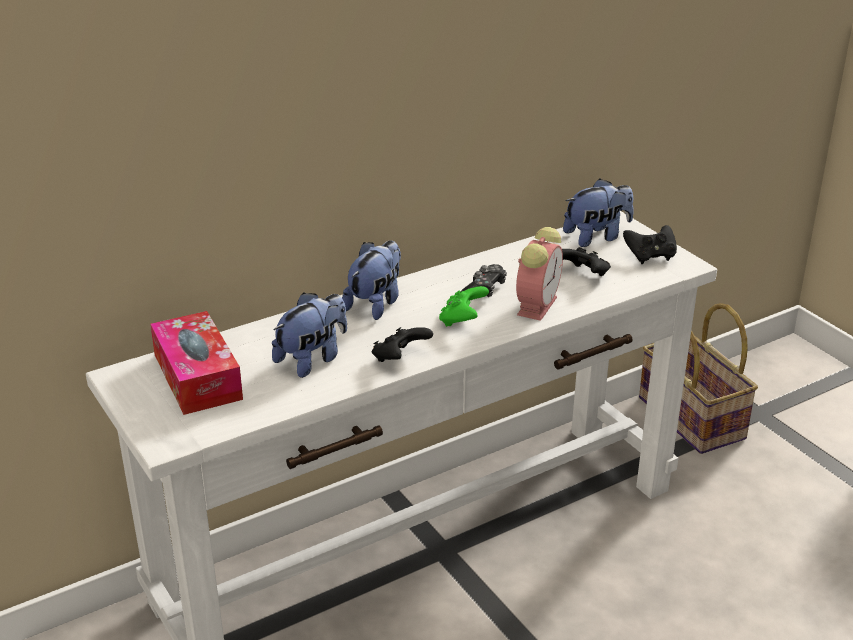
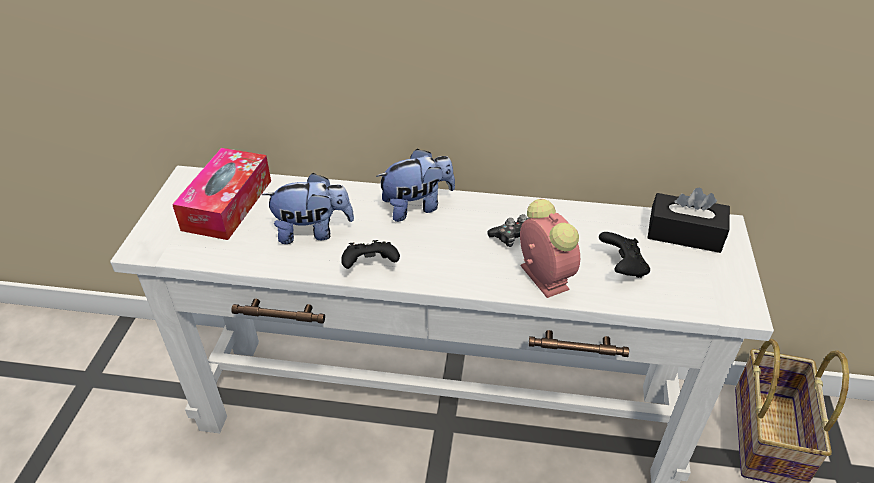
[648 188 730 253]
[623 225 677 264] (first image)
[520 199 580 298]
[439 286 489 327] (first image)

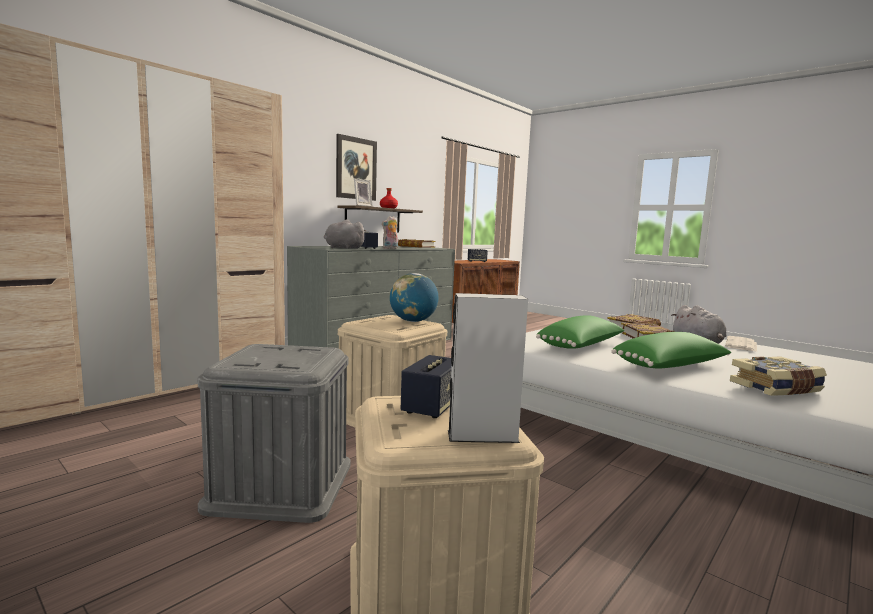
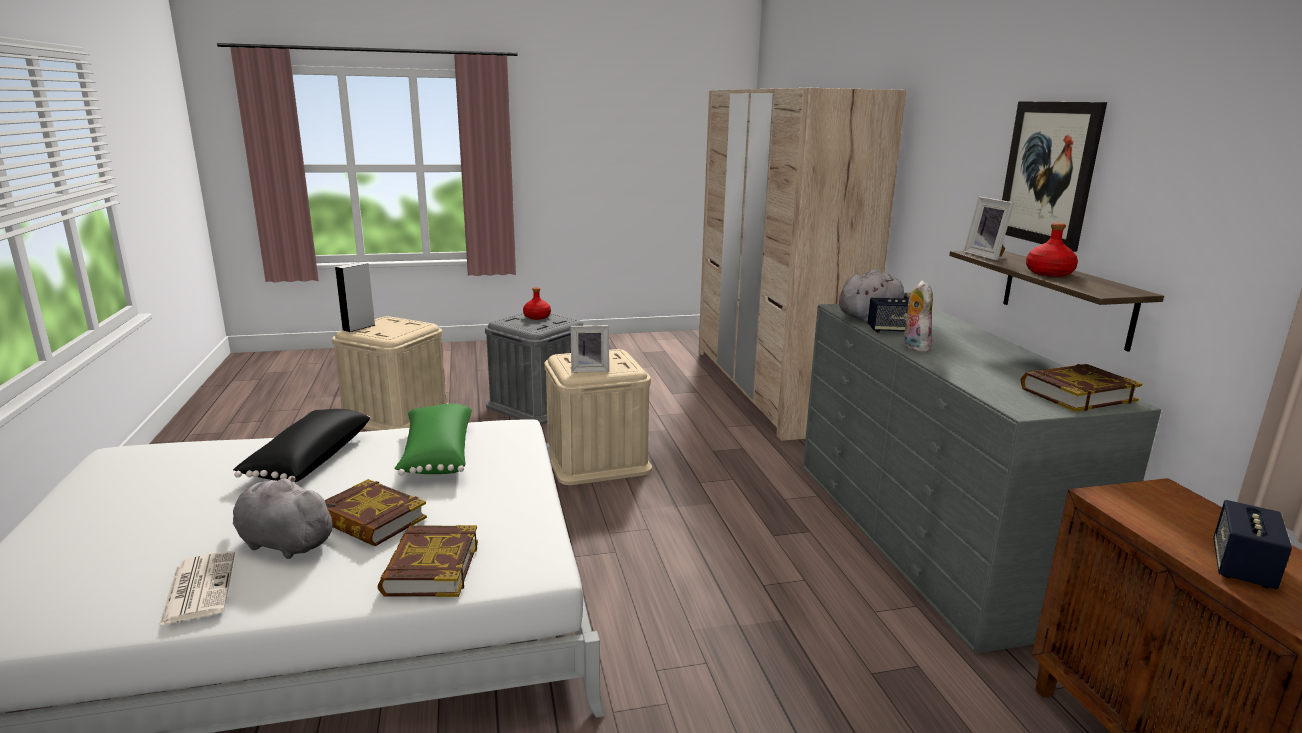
[570 325 609 372]
[233 409 371 482]
[401 355 452 418] (first image)
[730 356 827 396] (first image)
[523 287 551 320]

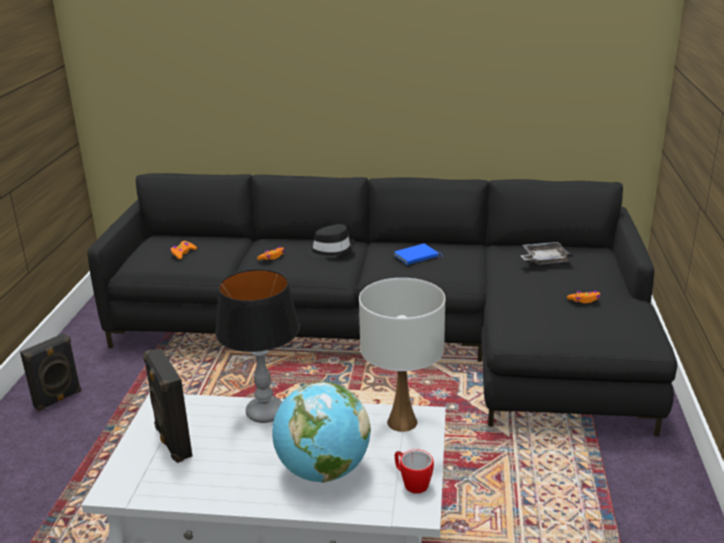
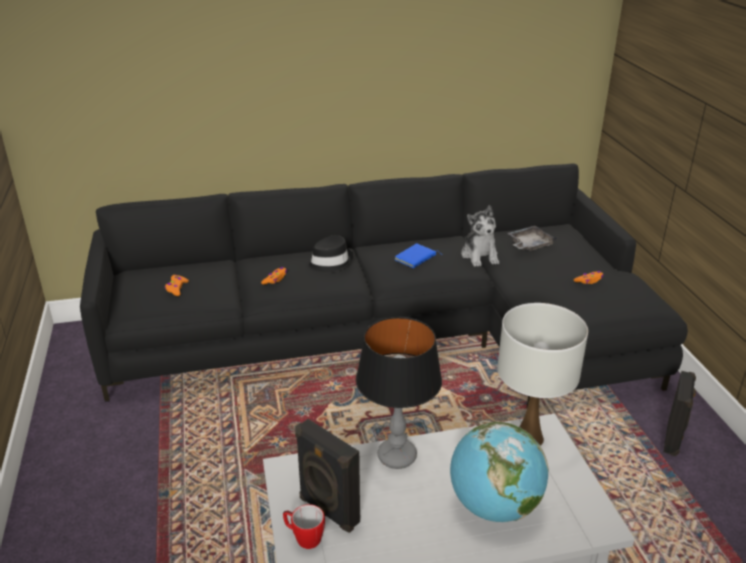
[663 371 696 456]
[283 504 325 549]
[461 205 499 267]

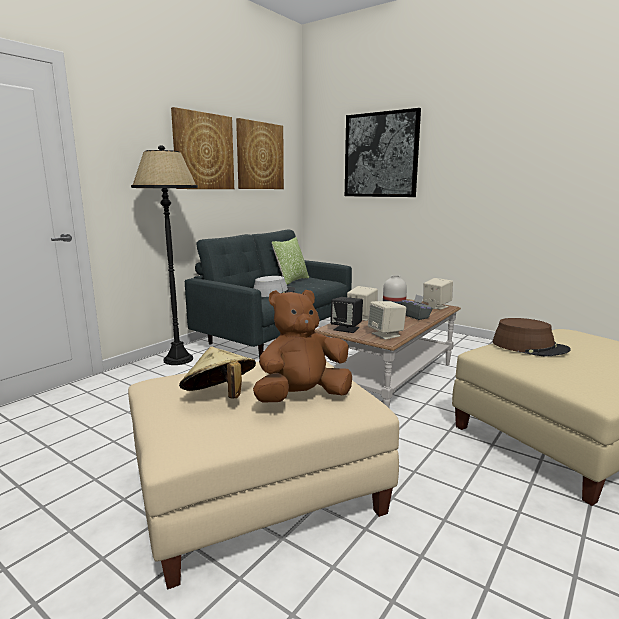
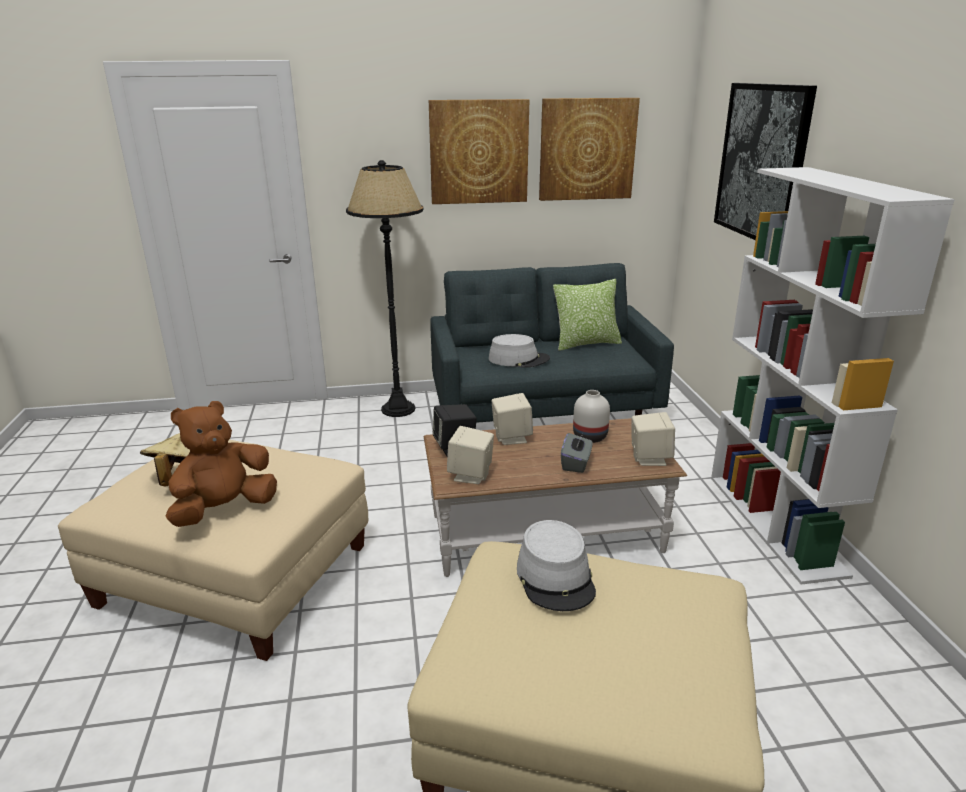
[166 401 277 527]
[517 520 596 611]
[711 167 955 585]

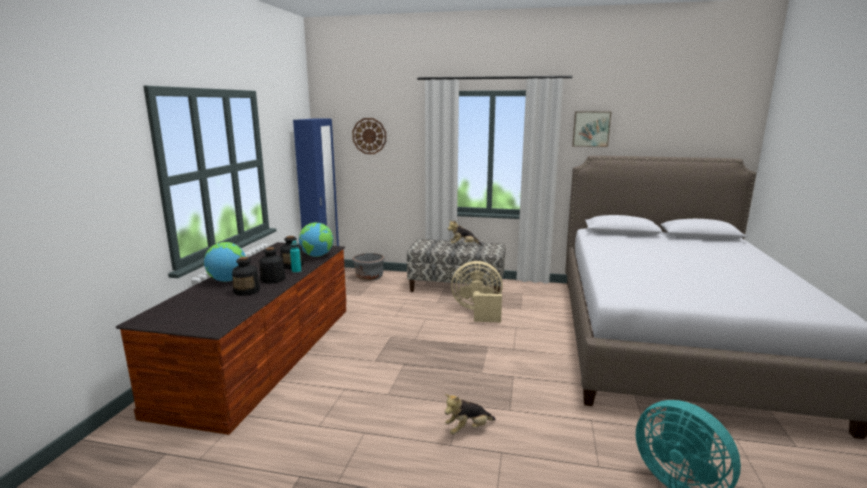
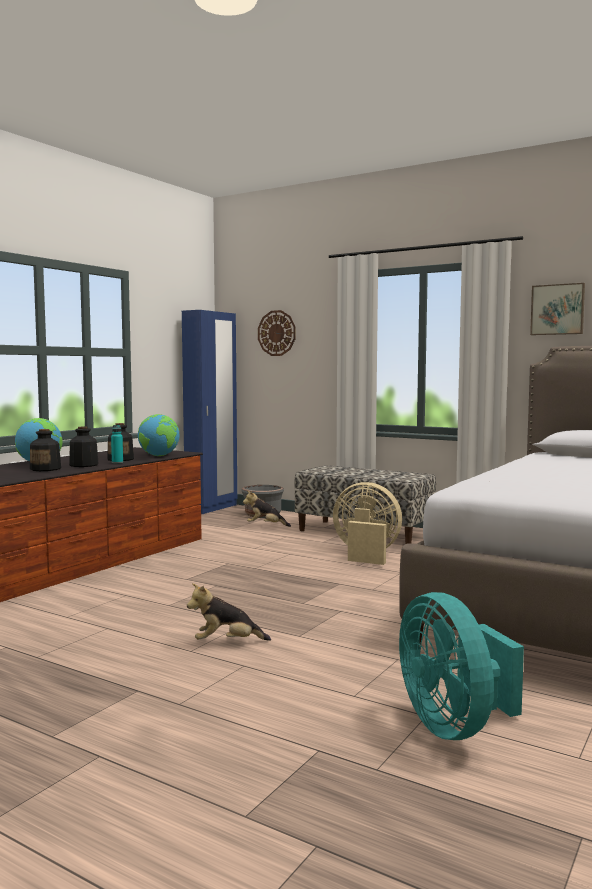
[243 490 291 527]

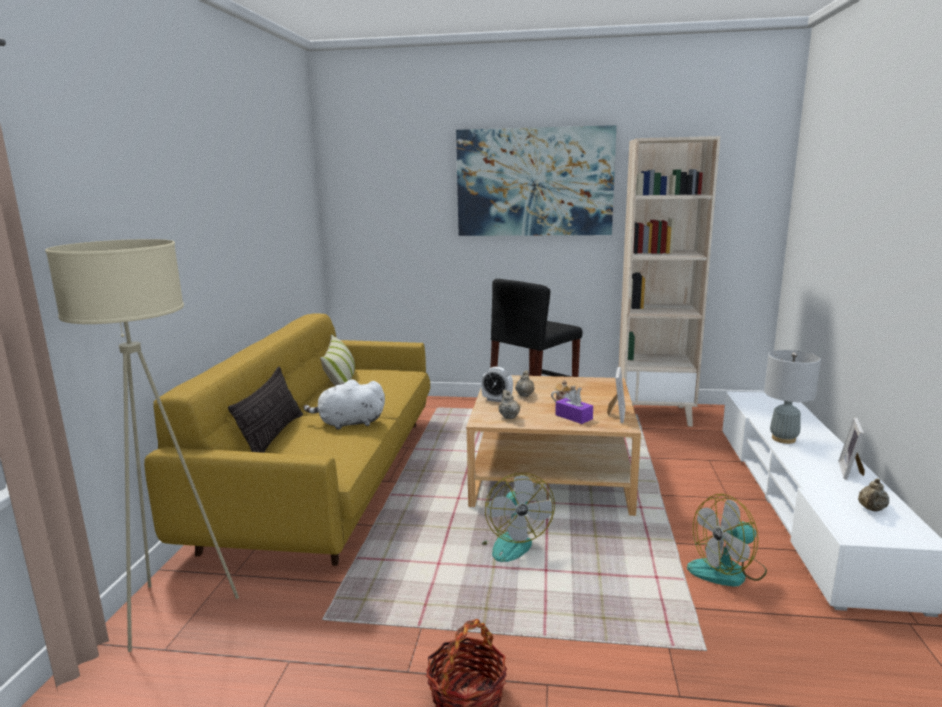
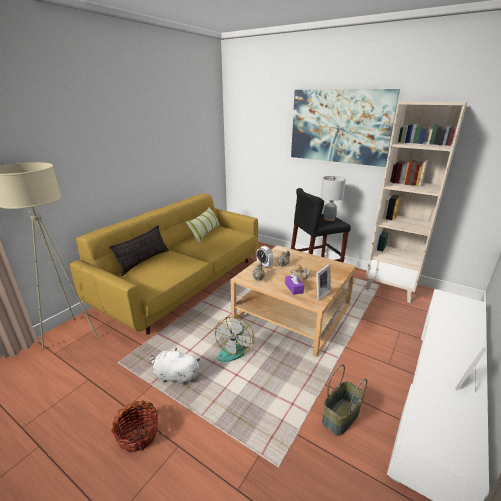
[321 176 346 221]
[150 347 200 386]
[858 478 889 512] (first image)
[322 364 367 436]

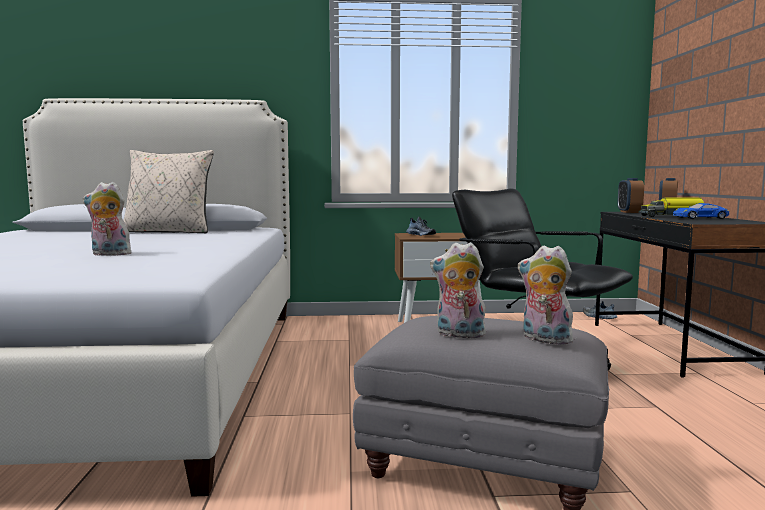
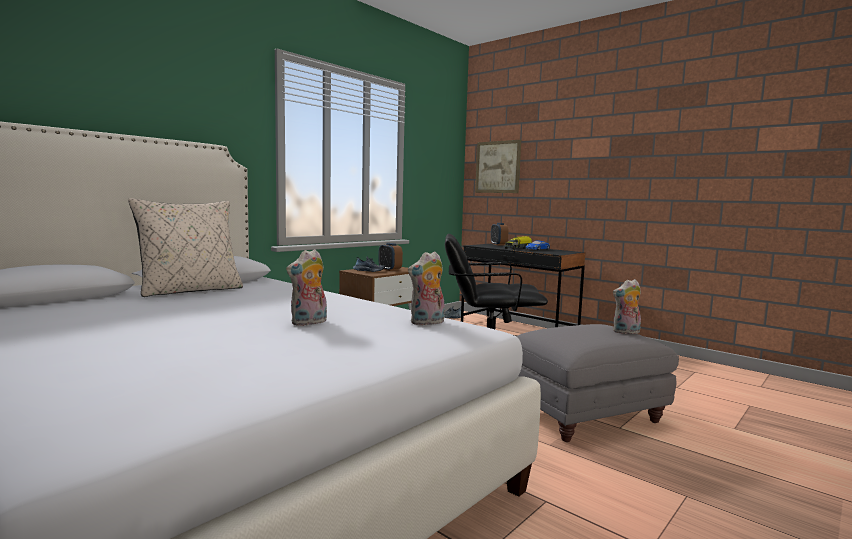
[378 243 403 271]
[408 251 445 325]
[475 140 521 193]

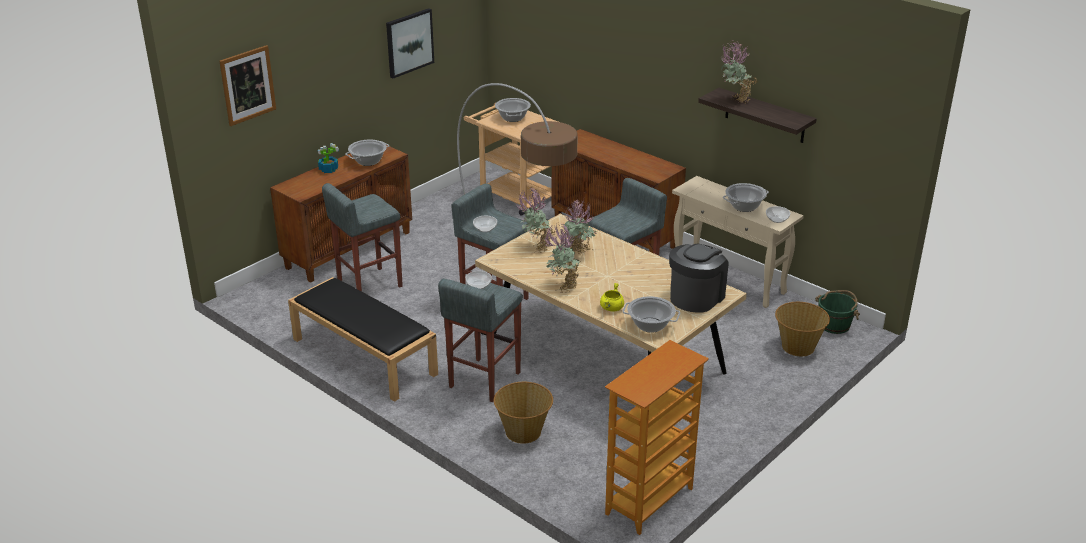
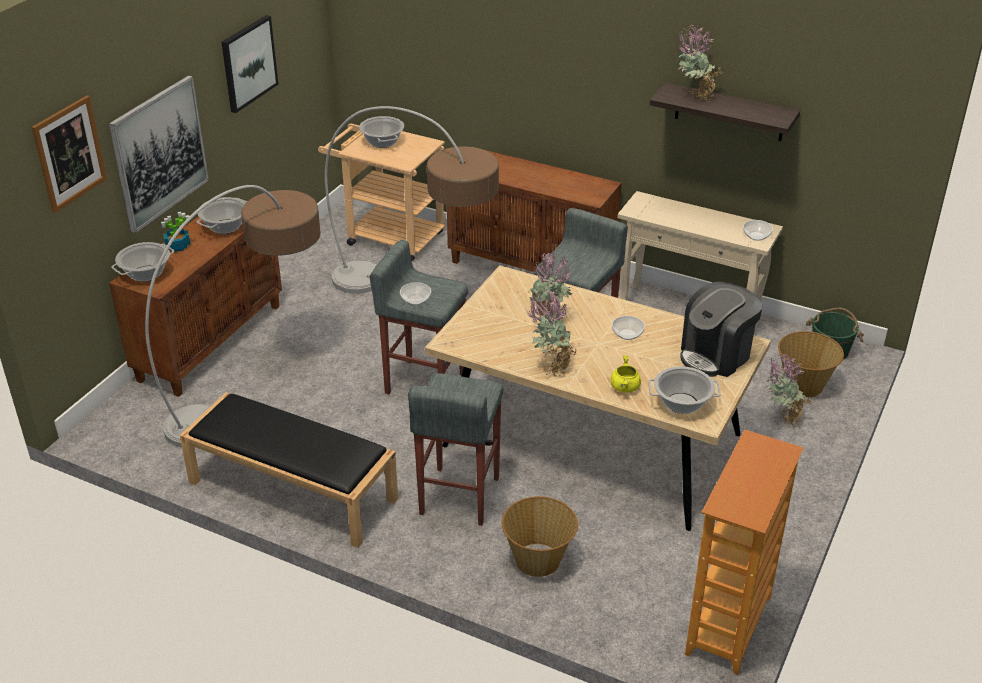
[145 185 321 448]
[111 242 174 282]
[767 353 812 427]
[680 282 763 377]
[612 316 645 340]
[109 75 209 233]

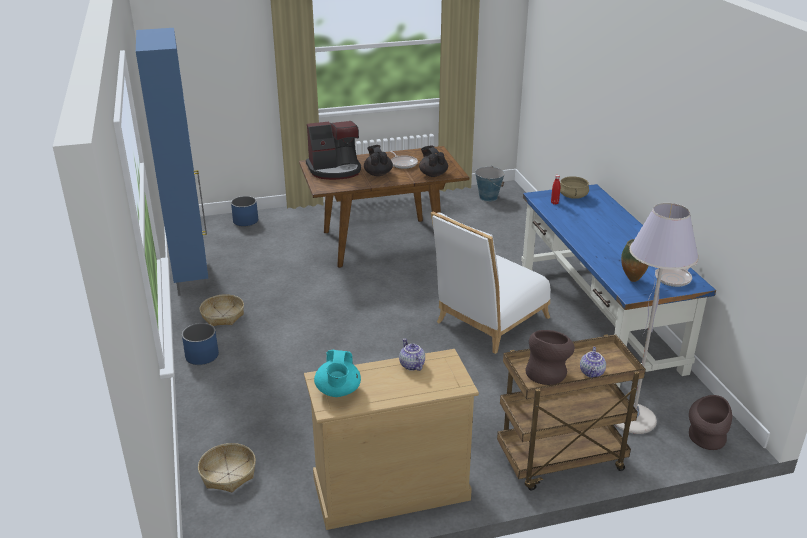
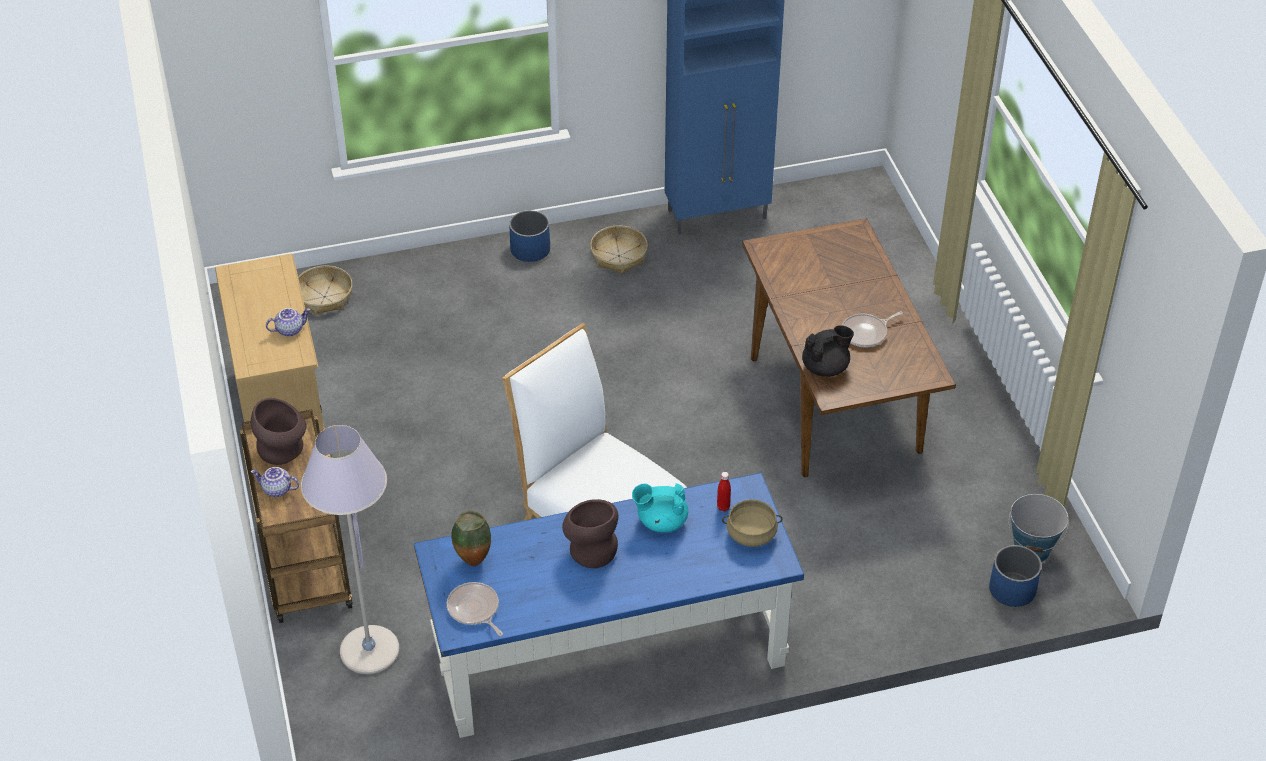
[306 121 361 180] (first image)
[364 145 393 176] (first image)
[989 545 1042 607]
[632 483 689 533]
[562 499 619 568]

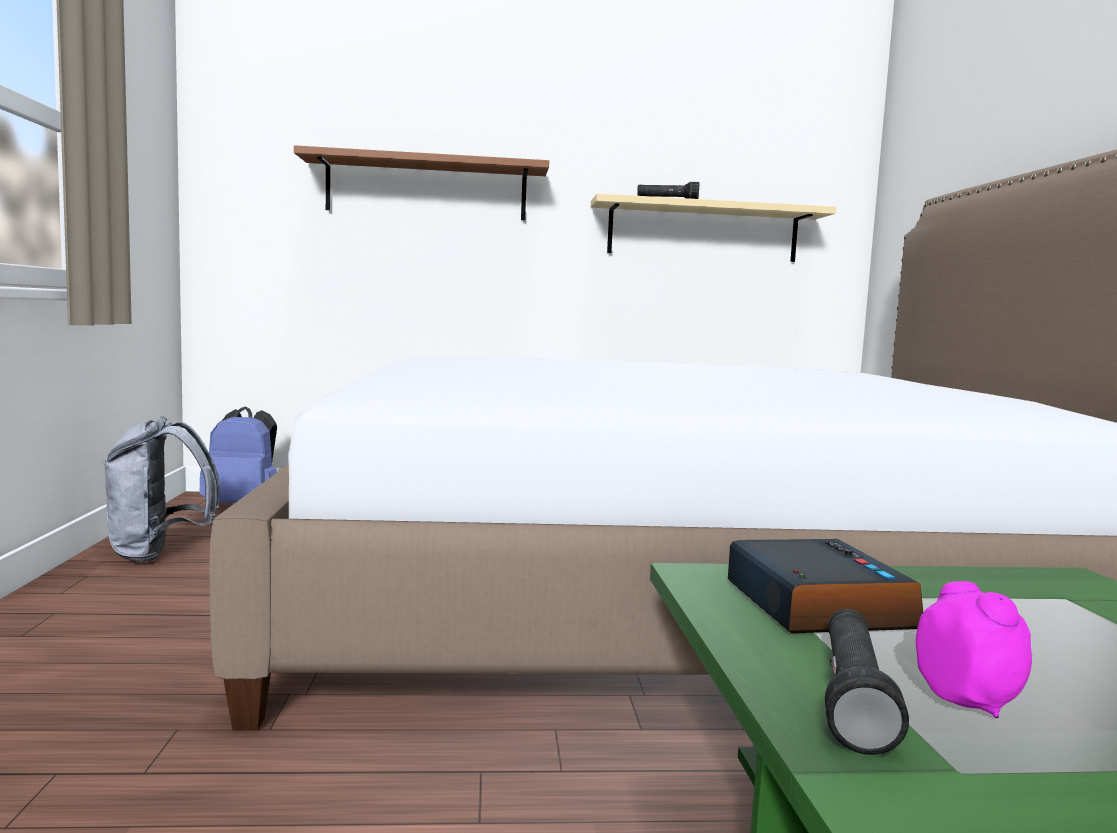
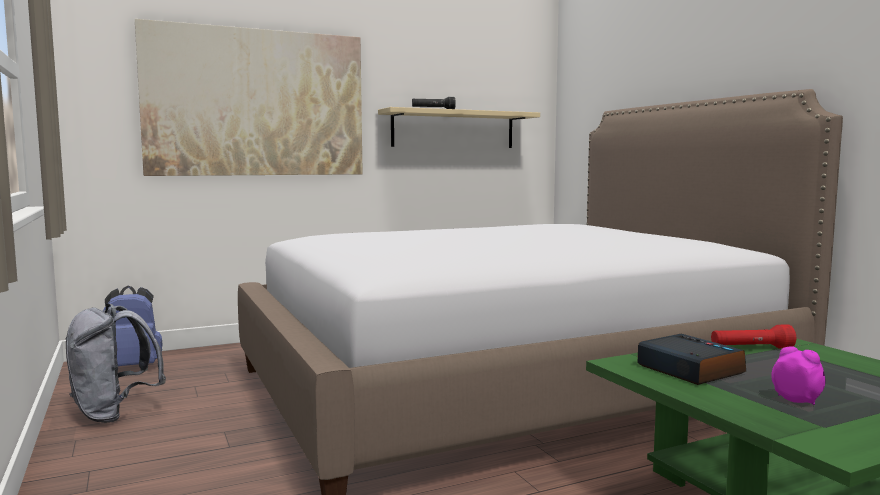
[135 19 363 176]
[825 609 909 755] (first image)
[711 324 796 349]

